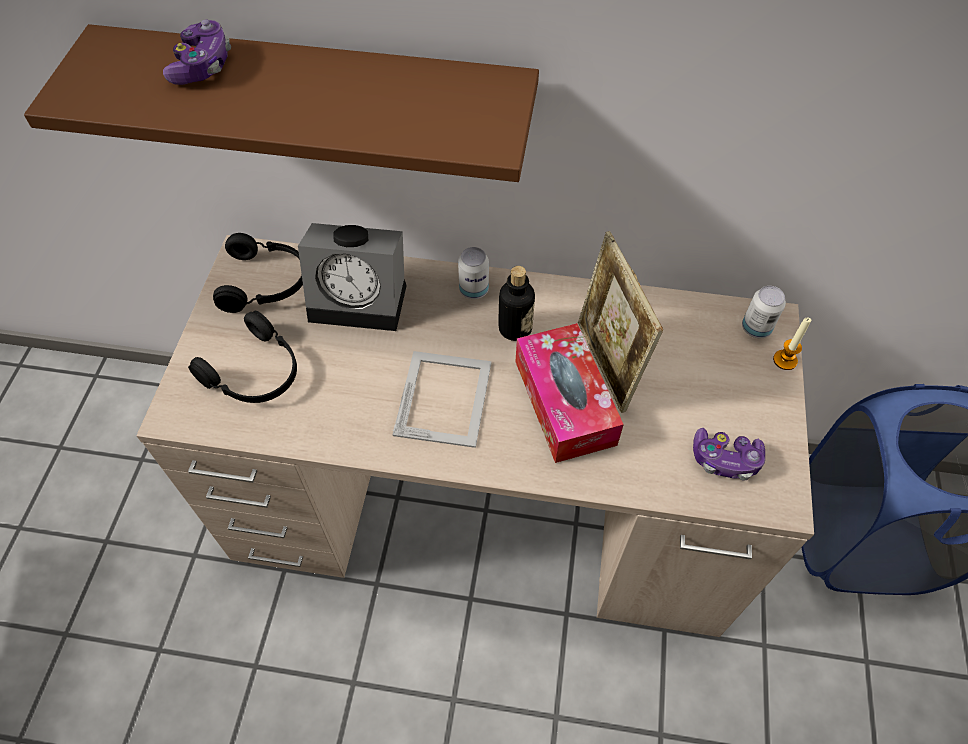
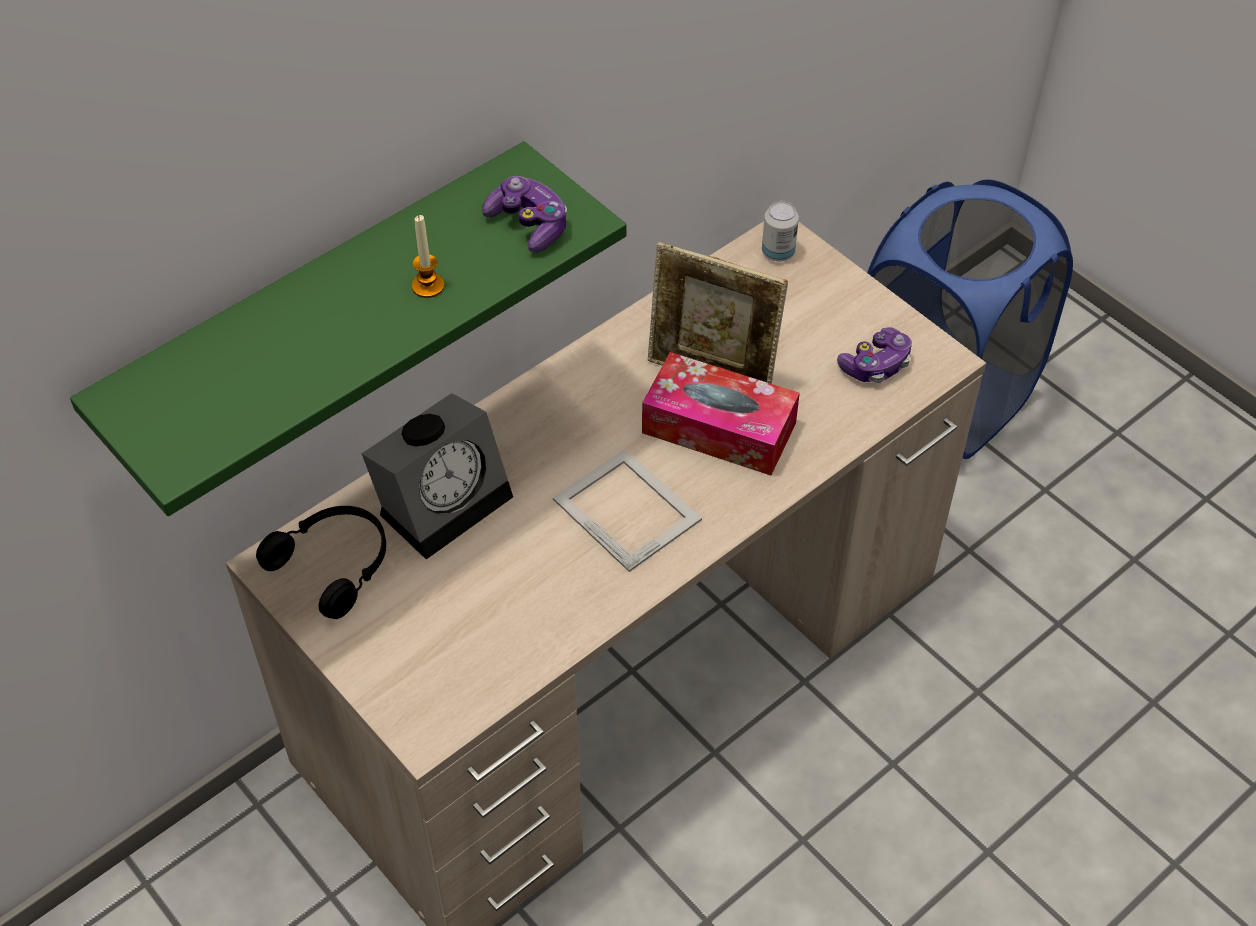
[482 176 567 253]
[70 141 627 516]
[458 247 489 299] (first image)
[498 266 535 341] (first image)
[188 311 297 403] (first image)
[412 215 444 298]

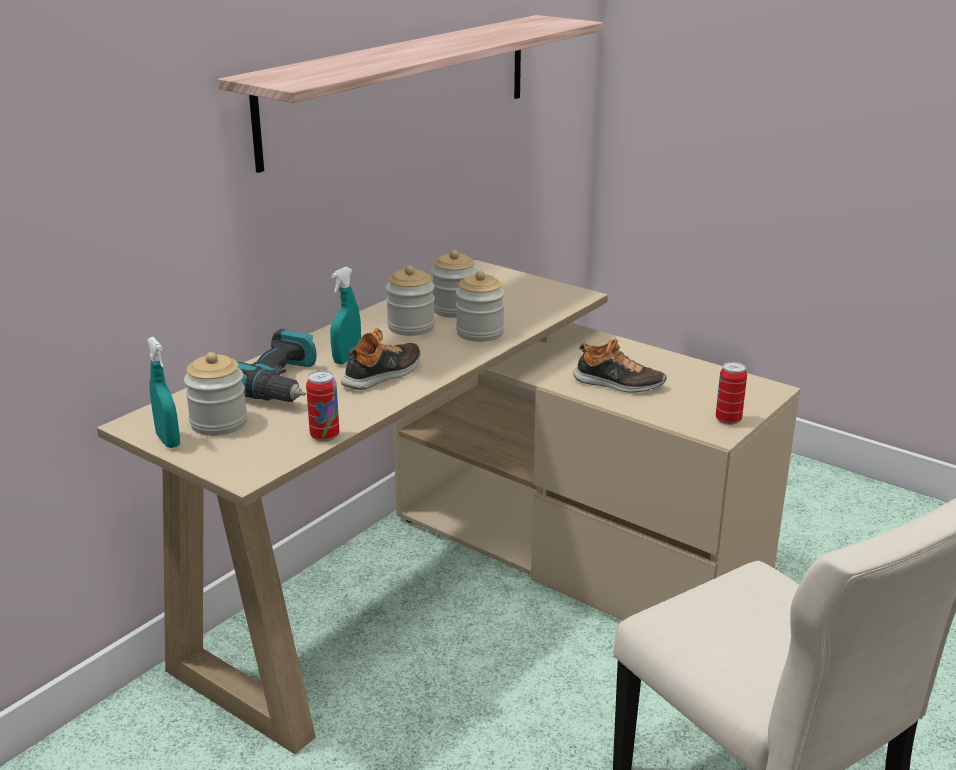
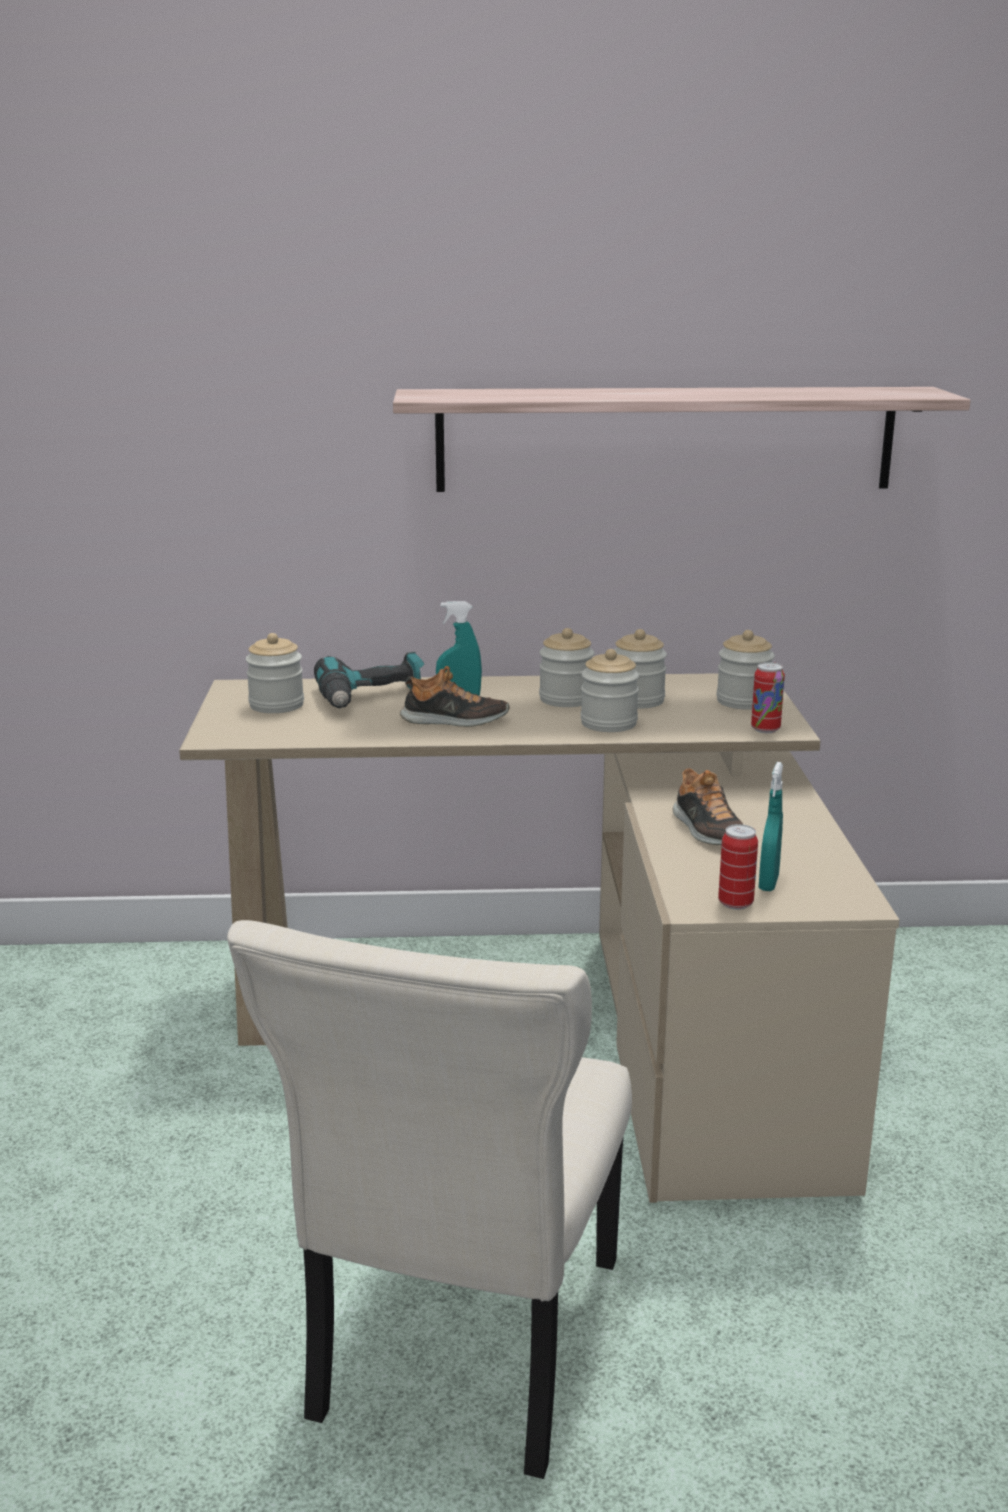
[758 762 783 891]
[751 662 785 733]
[717 630 775 710]

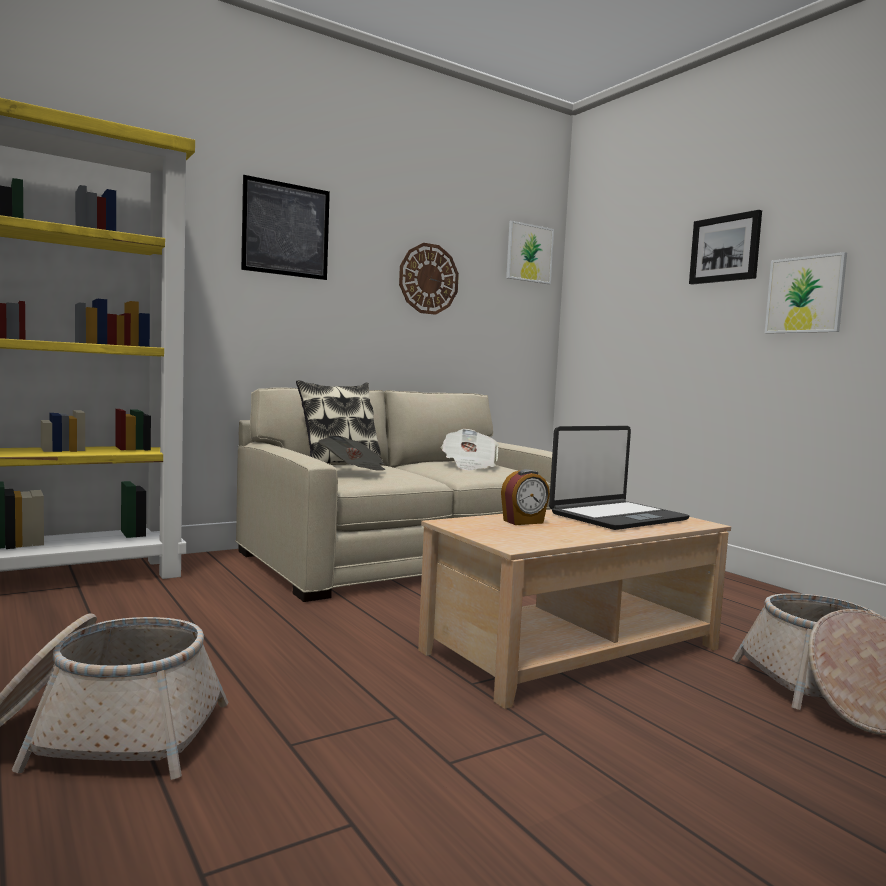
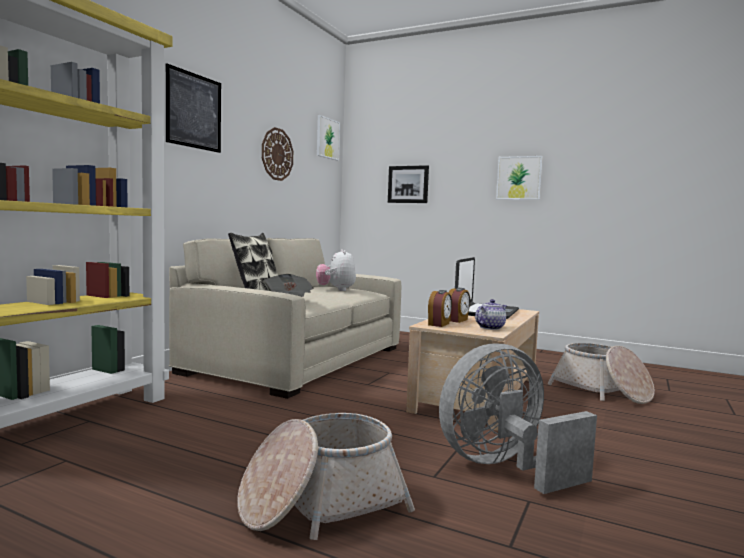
[388 165 429 203]
[316 249 356 291]
[428 290 452 327]
[475 299 507 330]
[439 344 597 494]

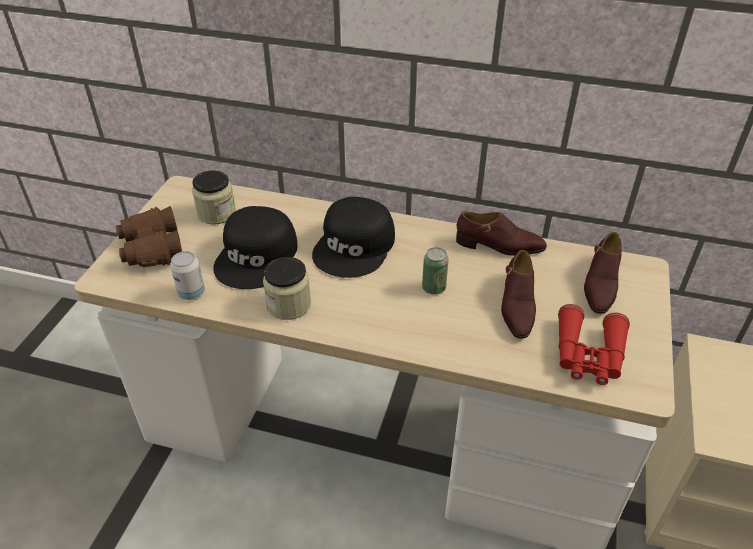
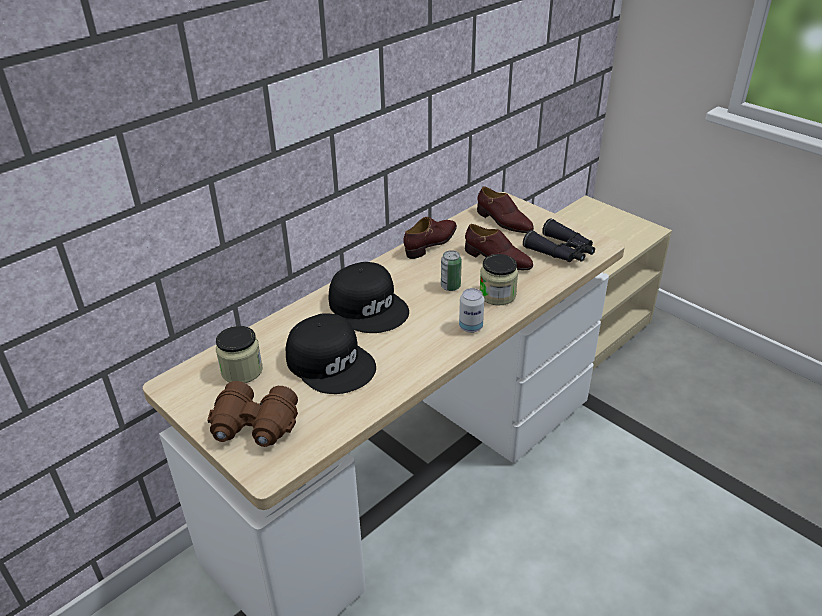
[459 288 484 333]
[480 254 518 305]
[523 219 595 262]

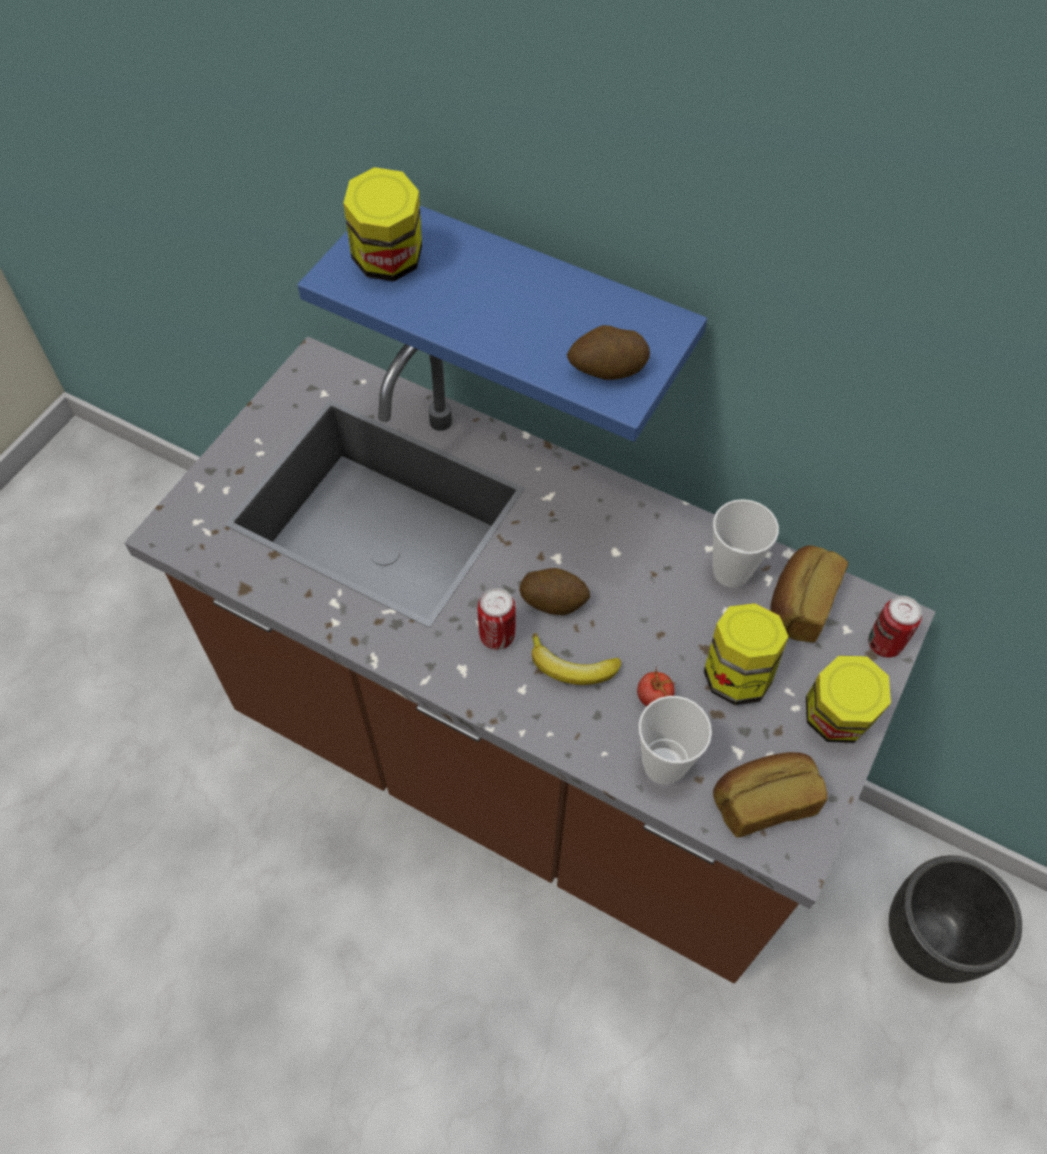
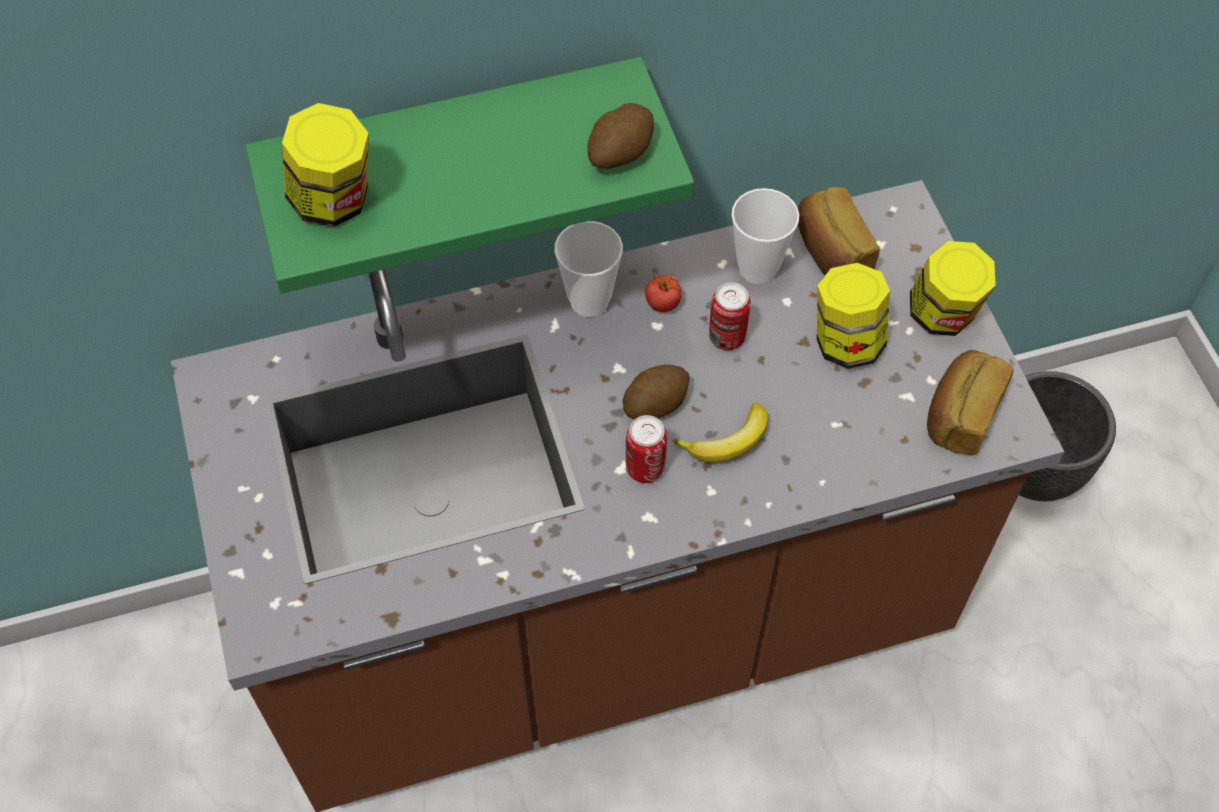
[245 57 694 294]
[709 282 751 350]
[645 273 682 312]
[554 221 623 317]

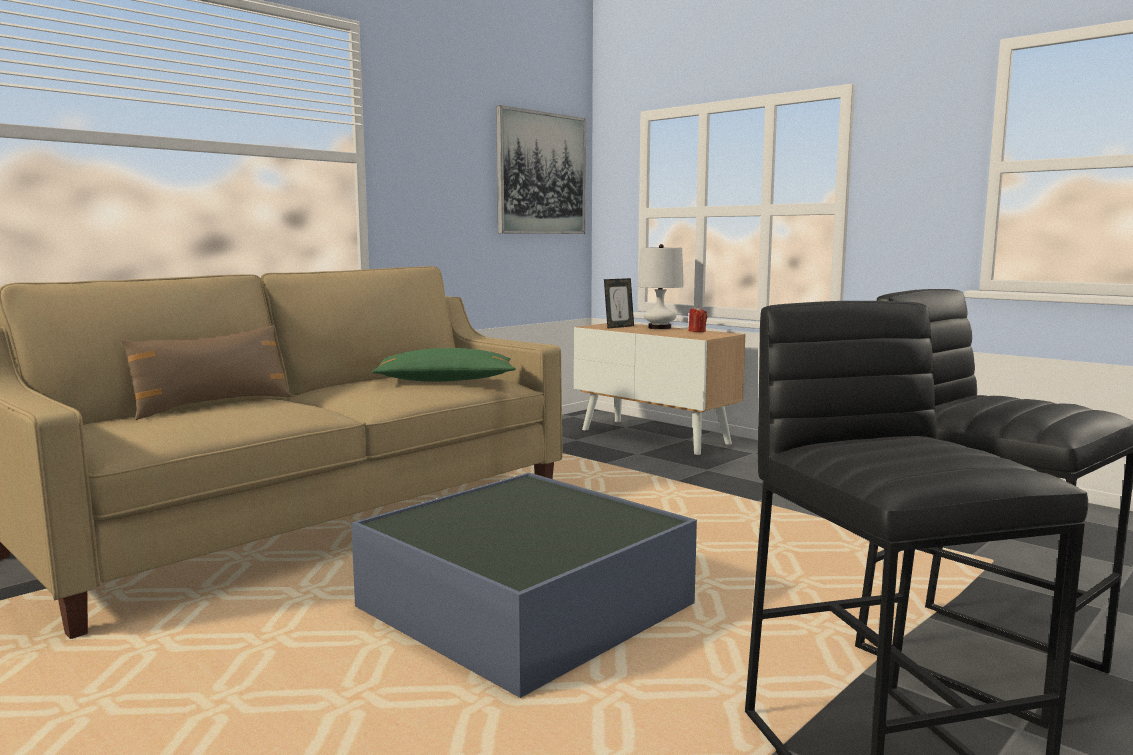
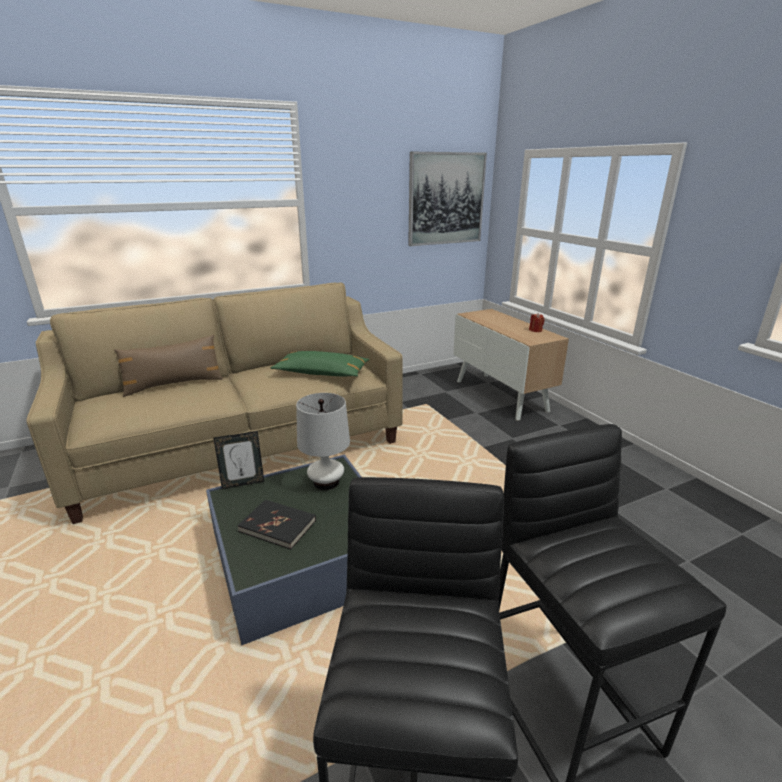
[296 393 350 490]
[214 431 264 489]
[237 500 316 550]

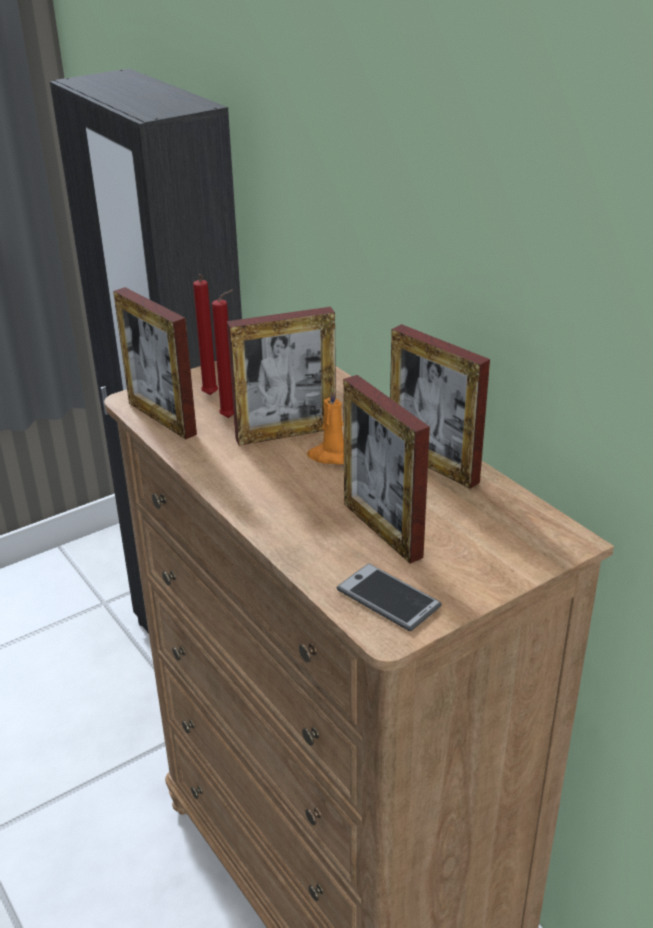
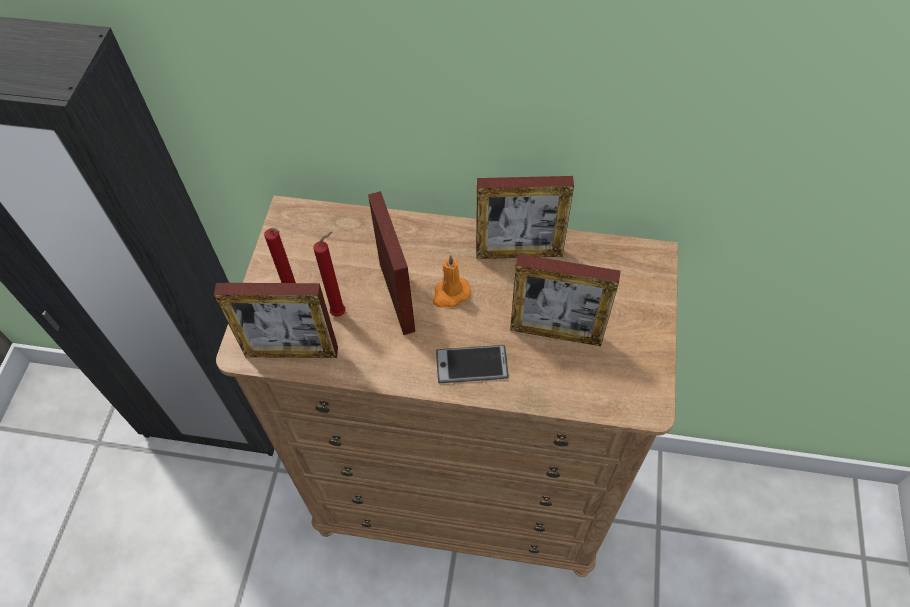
[368 191 415 335]
[436 345 509 383]

